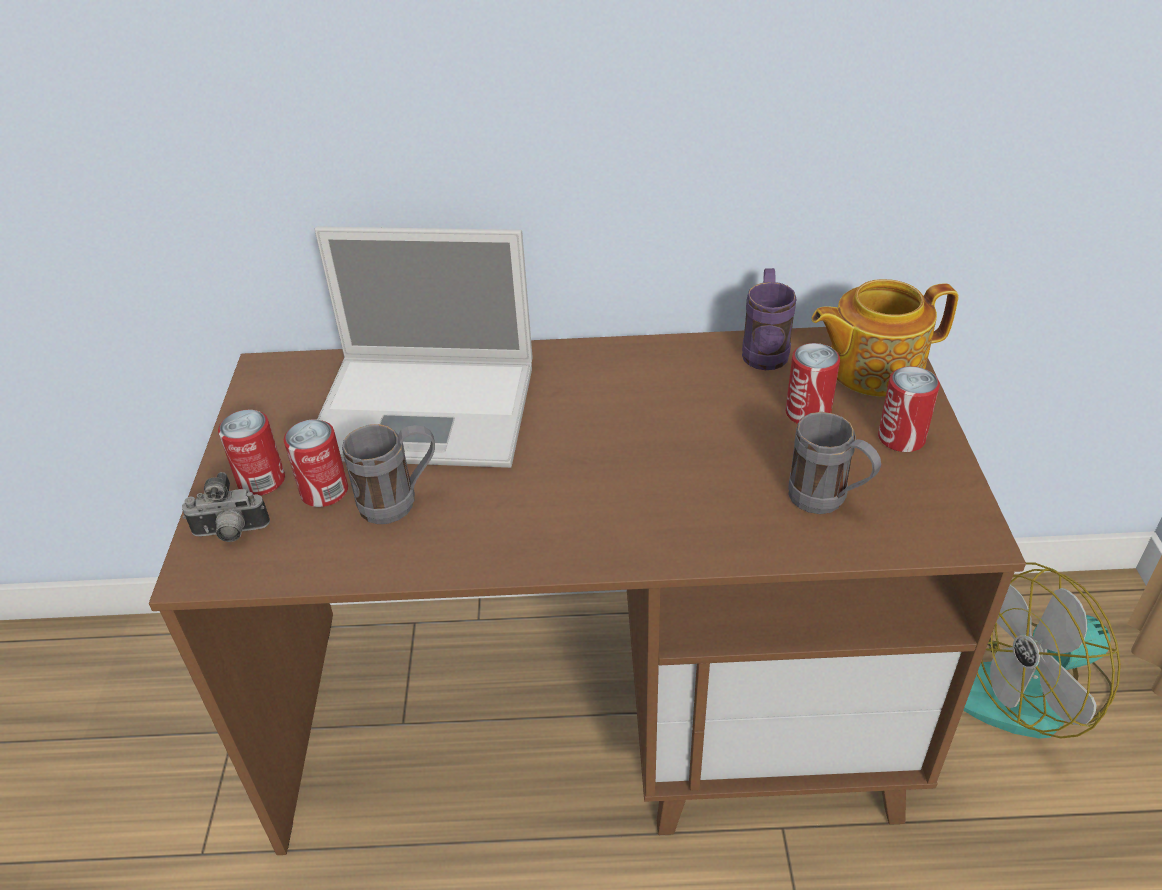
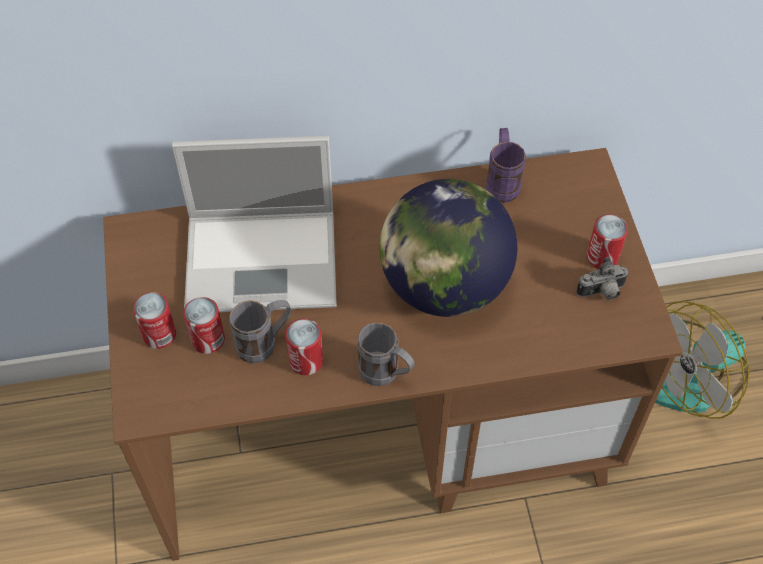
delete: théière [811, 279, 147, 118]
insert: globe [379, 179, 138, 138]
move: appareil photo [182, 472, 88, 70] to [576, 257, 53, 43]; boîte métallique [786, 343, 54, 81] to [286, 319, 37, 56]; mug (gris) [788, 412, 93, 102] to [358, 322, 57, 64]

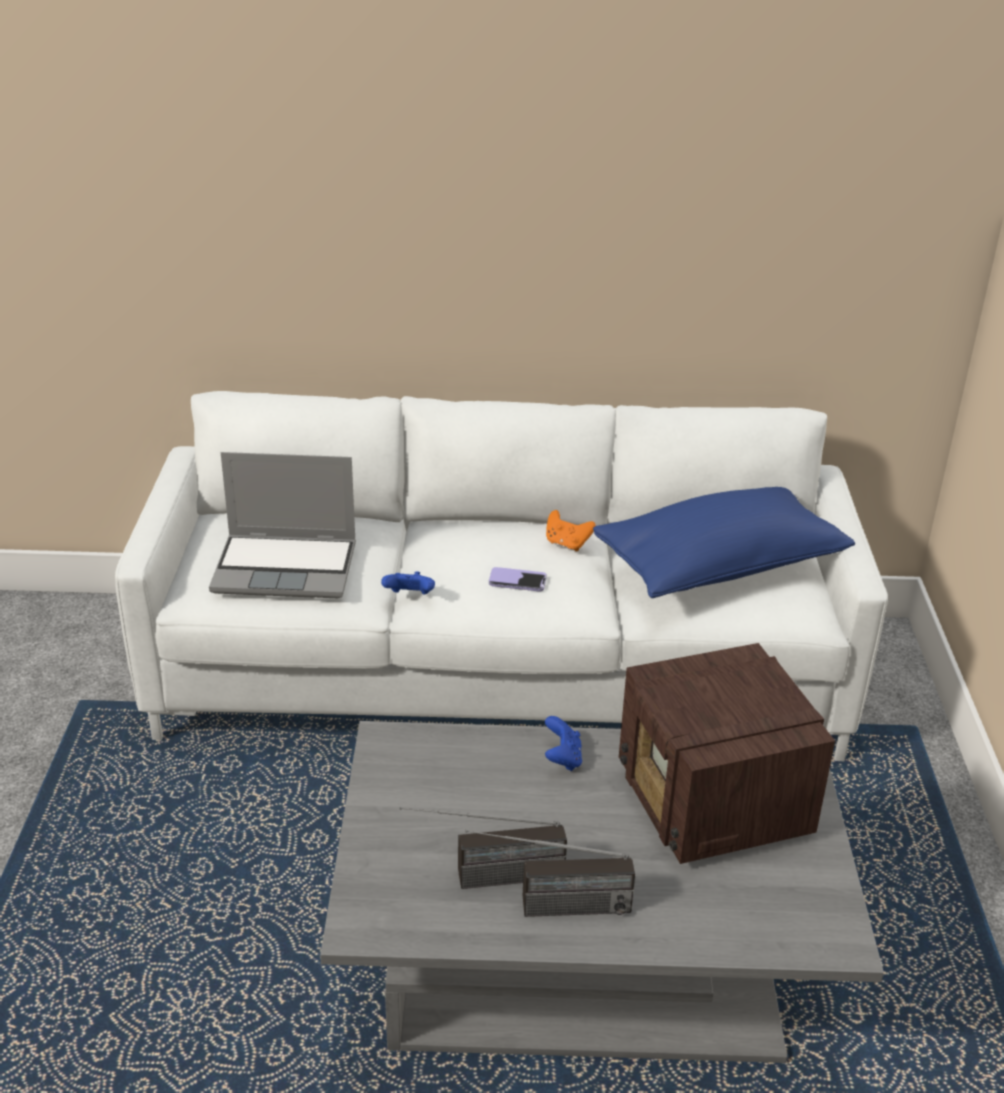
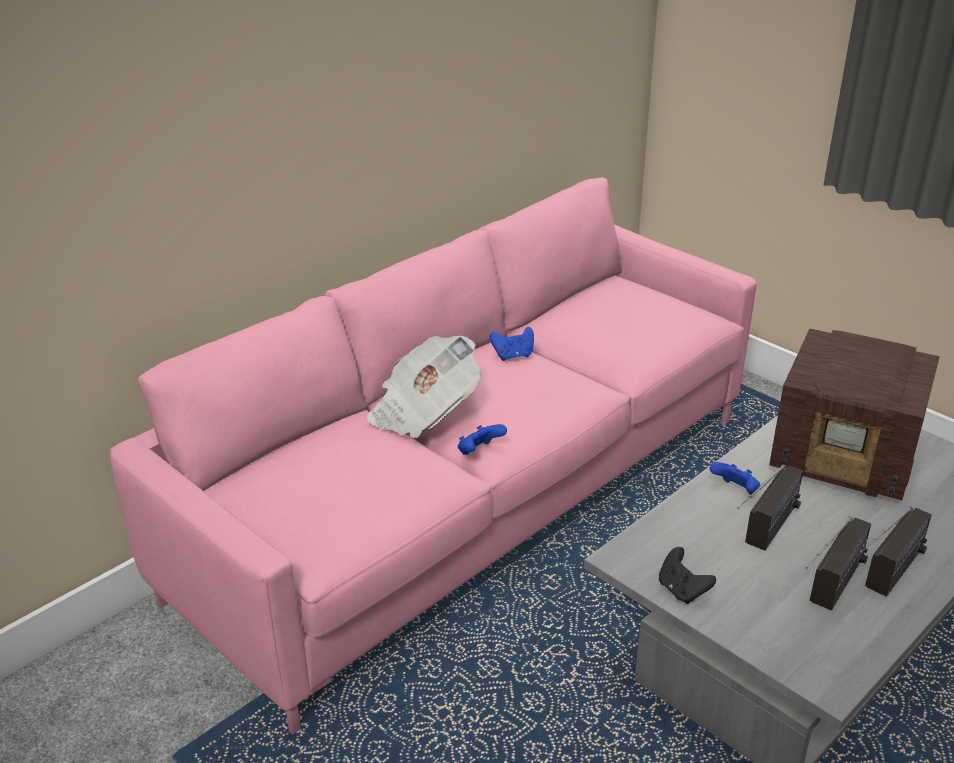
delete: ordinateur portable [209, 452, 147, 146]; téléphone [489, 567, 58, 25]; coussin (bleu) [593, 487, 262, 111]
insert: journal [367, 336, 114, 102]; manette (noir) [659, 547, 57, 57]; radio [737, 464, 66, 87]
recolor: canapé (blanc) [115, 391, 773, 370] to canapé (rose) [110, 177, 646, 558]; manette (orange) [546, 510, 50, 41] to manette (bleu) [489, 327, 45, 34]

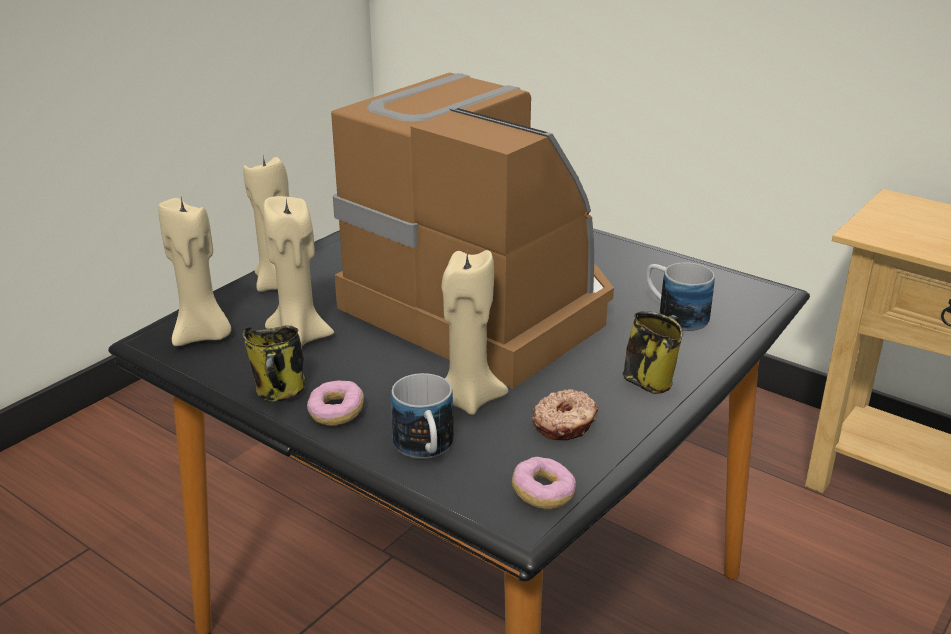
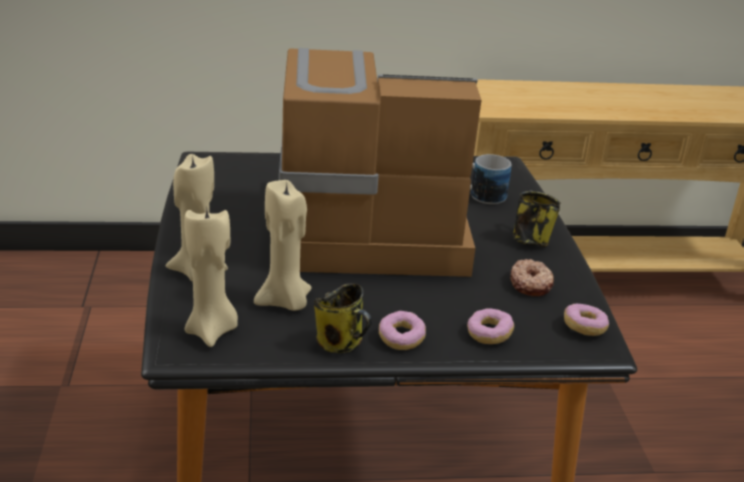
delete: bougie (beige) [441, 250, 67, 165]
replace: mug [391, 373, 63, 86] to beignet [467, 309, 47, 35]

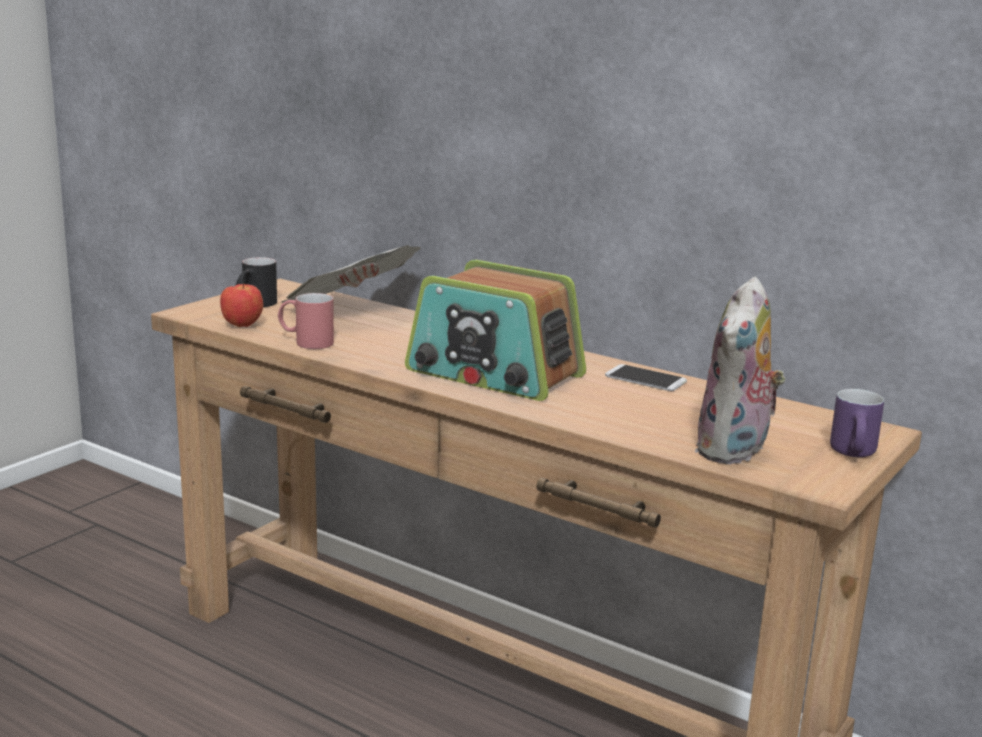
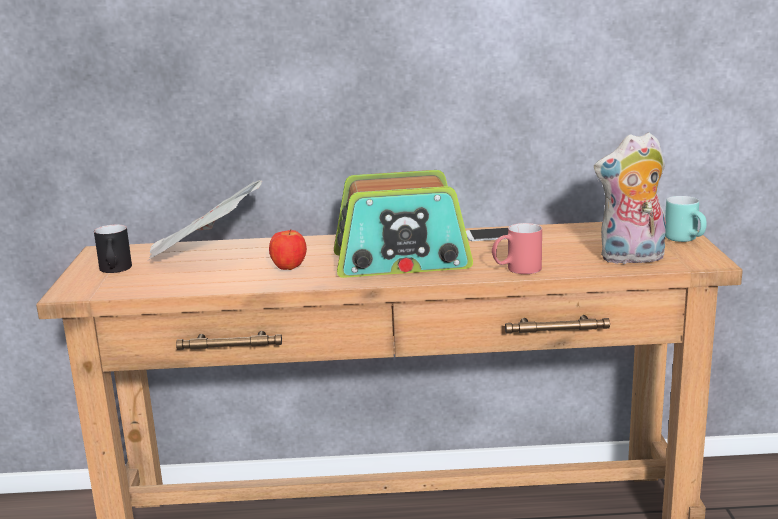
move: pomme [220, 283, 43, 44] to [269, 229, 38, 41]; mug (rouge) [278, 293, 56, 56] to [492, 223, 50, 51]
recolor: mug (violet) [830, 389, 54, 68] to mug (turquoise) [665, 196, 42, 46]
rotate: peluche [695, 277, 90, 188] = [594, 132, 72, 132] 90 degrees clockwise

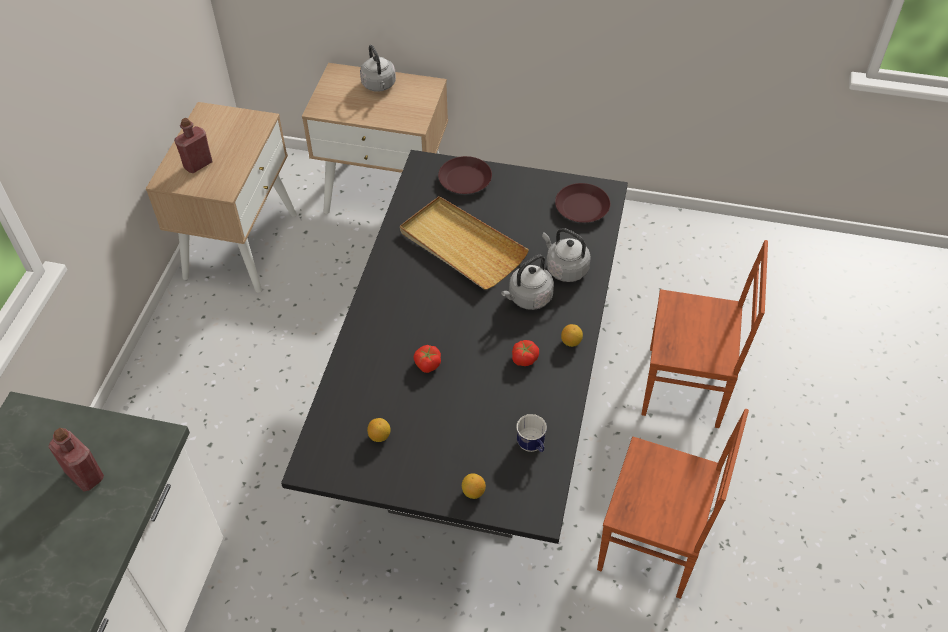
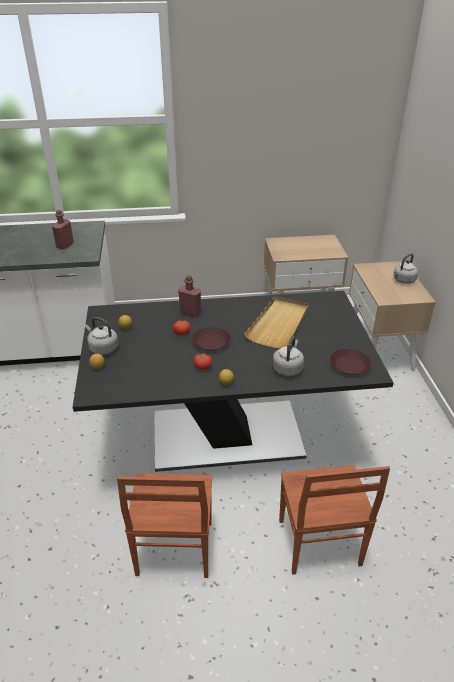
delete: mug [516, 414, 31, 38]
move: bouteille (rouge) [174, 118, 38, 55] to [178, 275, 23, 42]; assiette (marron) [438, 156, 54, 38] to [192, 327, 39, 24]; bouilloire (gris) [501, 255, 53, 55] to [85, 317, 33, 38]

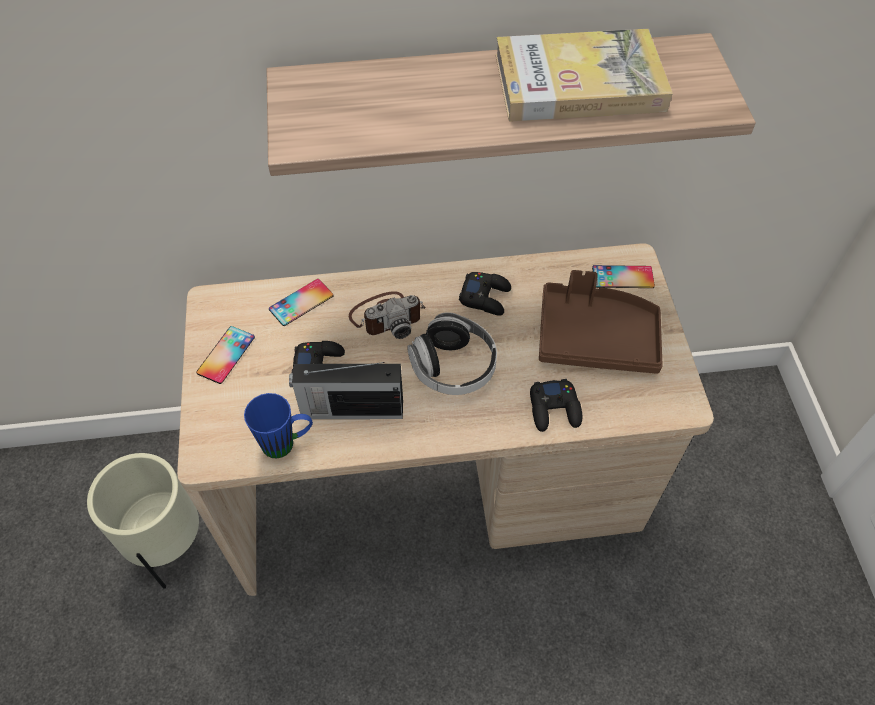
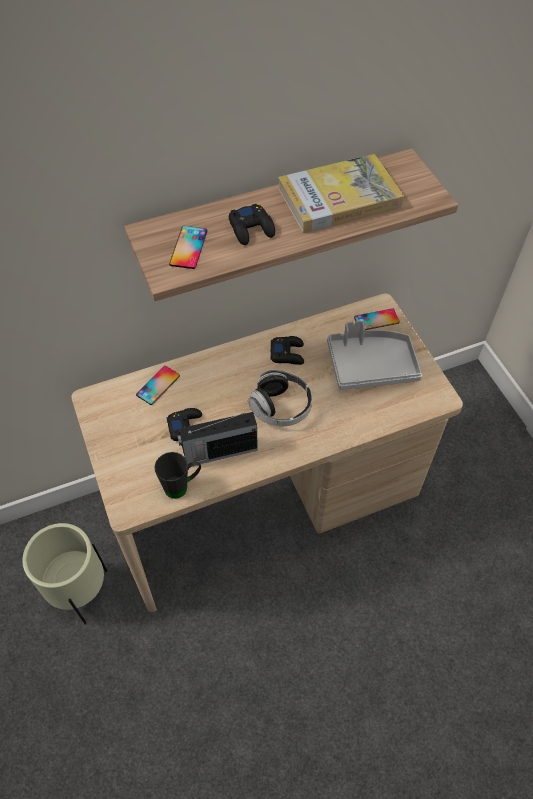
delete: appareil photo [349, 291, 76, 48]
move: téléphone [196, 326, 59, 58] to [169, 226, 38, 43]; manette (noir) [530, 379, 52, 53] to [229, 204, 46, 41]
recolor: mug (bleu) [244, 393, 69, 65] to mug (noir) [155, 452, 46, 47]; plateau (marron) [539, 270, 124, 104] to plateau (gris) [327, 321, 95, 69]

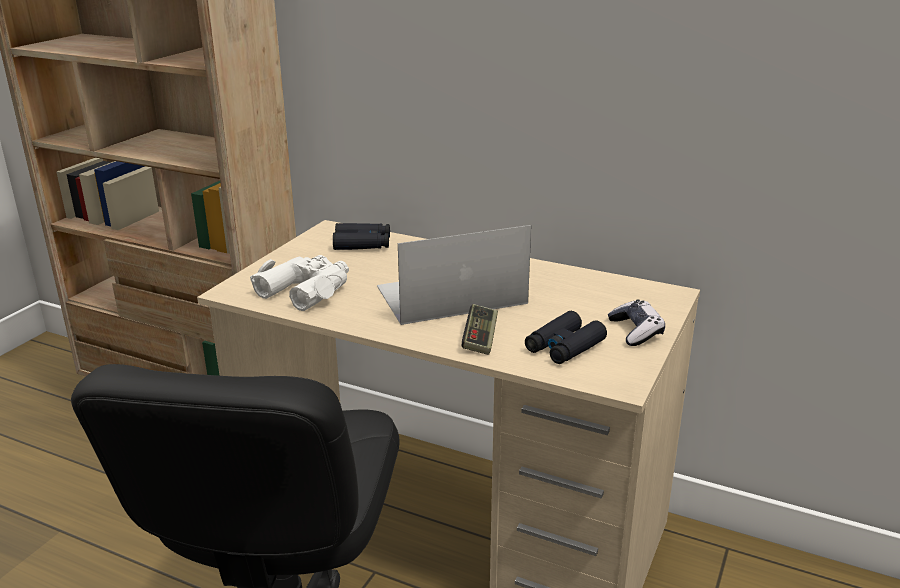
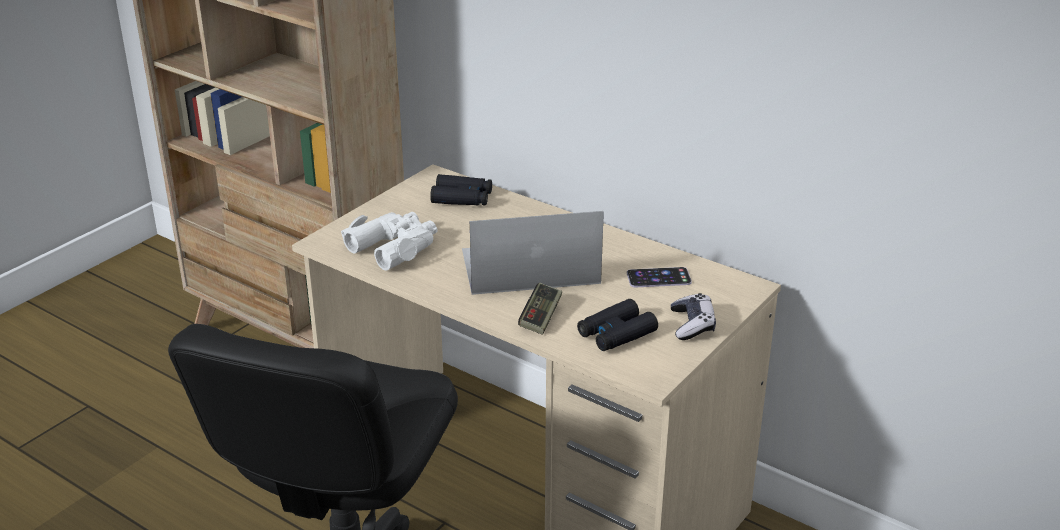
insert: téléphone [627, 267, 65, 21]

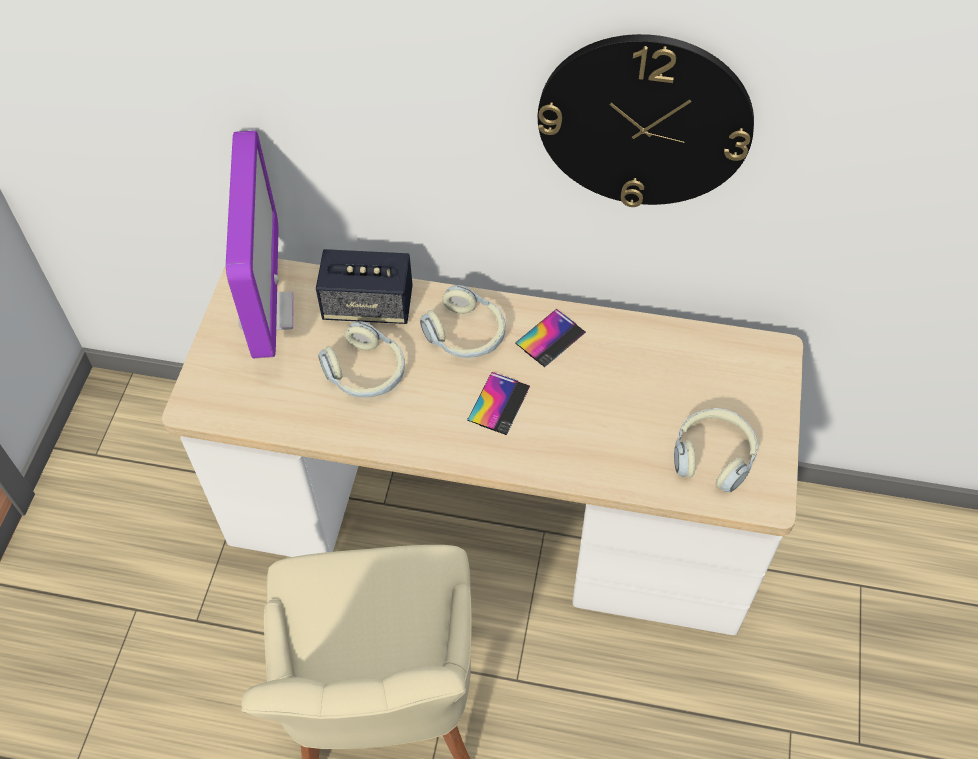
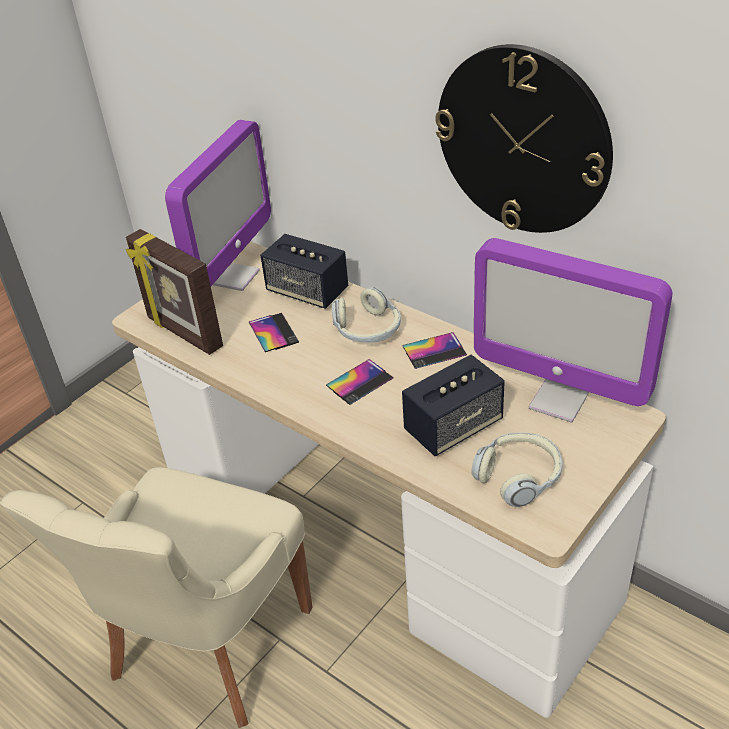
insert: cadre photo [126, 229, 97, 126]; enceinte [402, 355, 103, 101]; écran d'ordinateur [474, 238, 198, 184]
replace: casque audio [318, 321, 87, 77] to téléphone [249, 313, 50, 39]

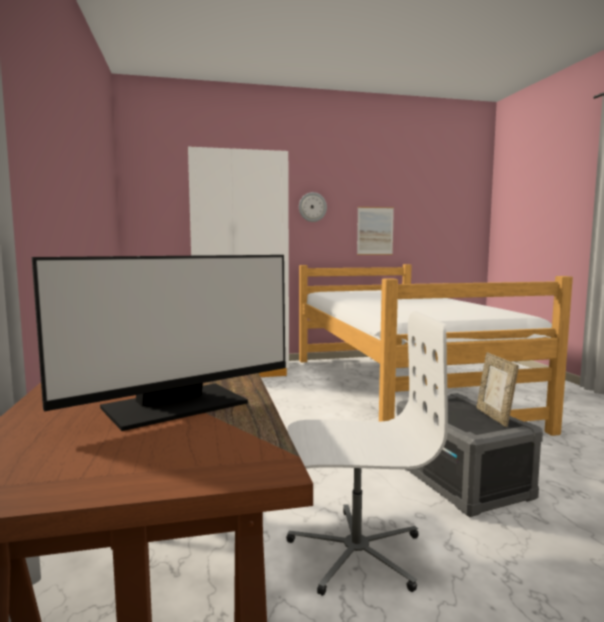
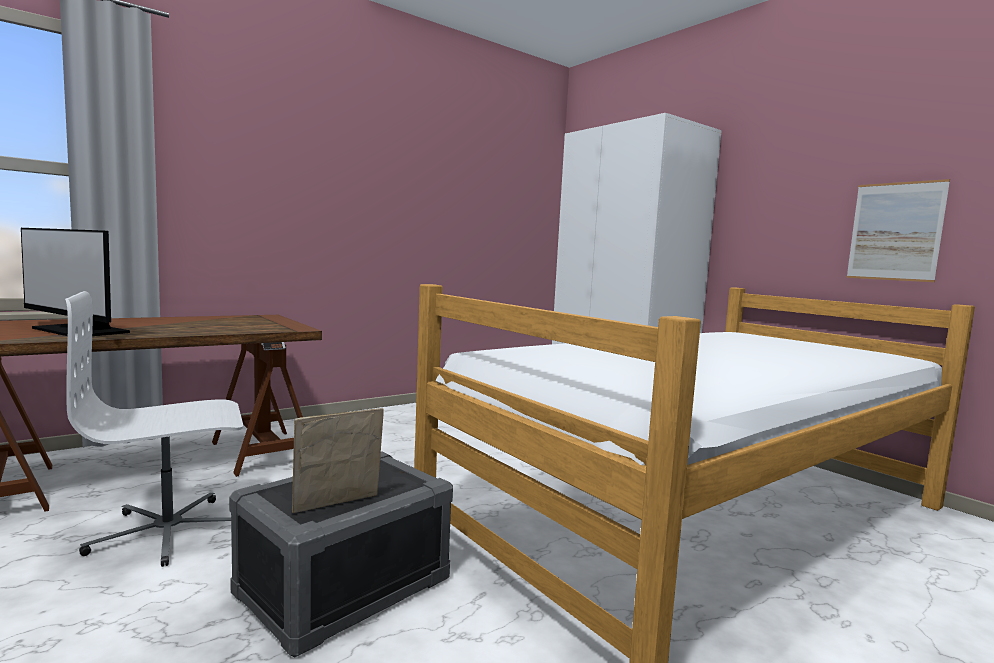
delete: horloge murale [299, 192, 28, 30]
rotate: chaise de bureau (blanc) [287, 311, 161, 285] = [65, 291, 178, 276] 90 degrees clockwise

